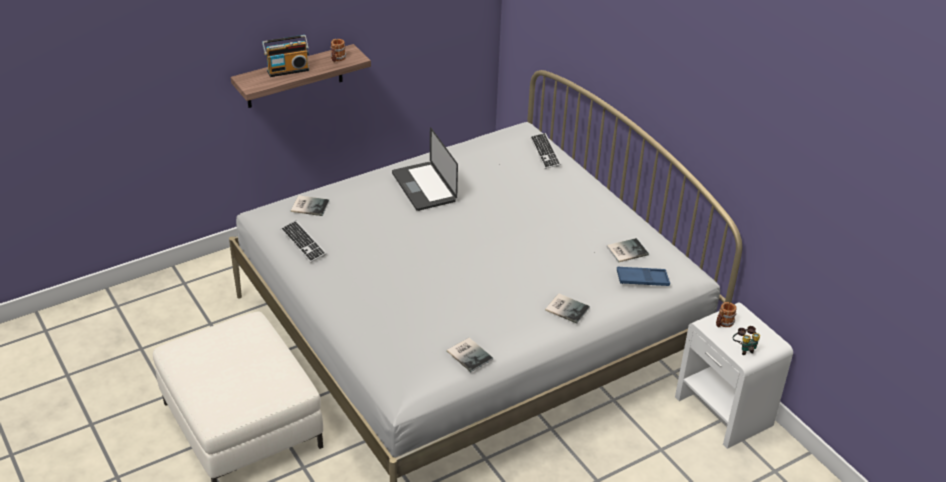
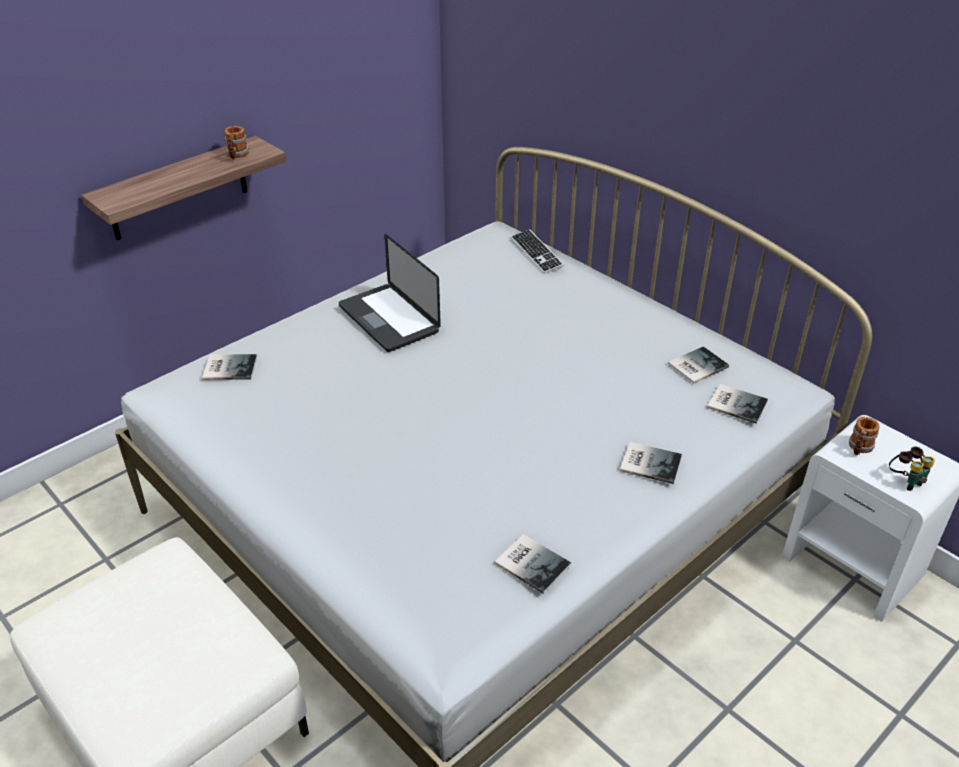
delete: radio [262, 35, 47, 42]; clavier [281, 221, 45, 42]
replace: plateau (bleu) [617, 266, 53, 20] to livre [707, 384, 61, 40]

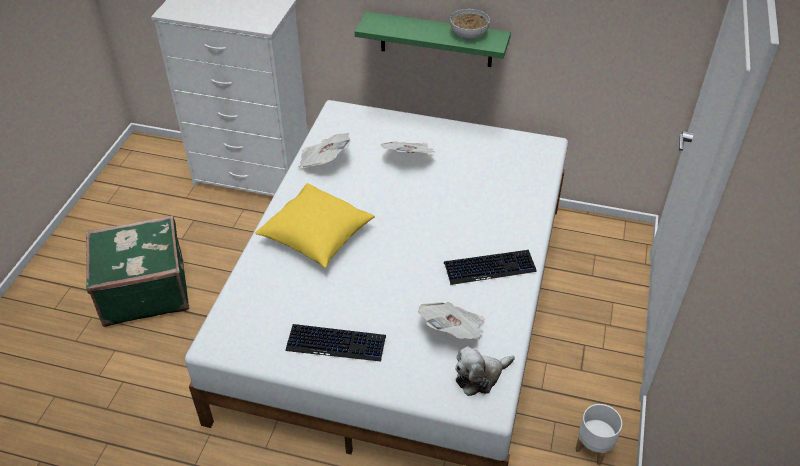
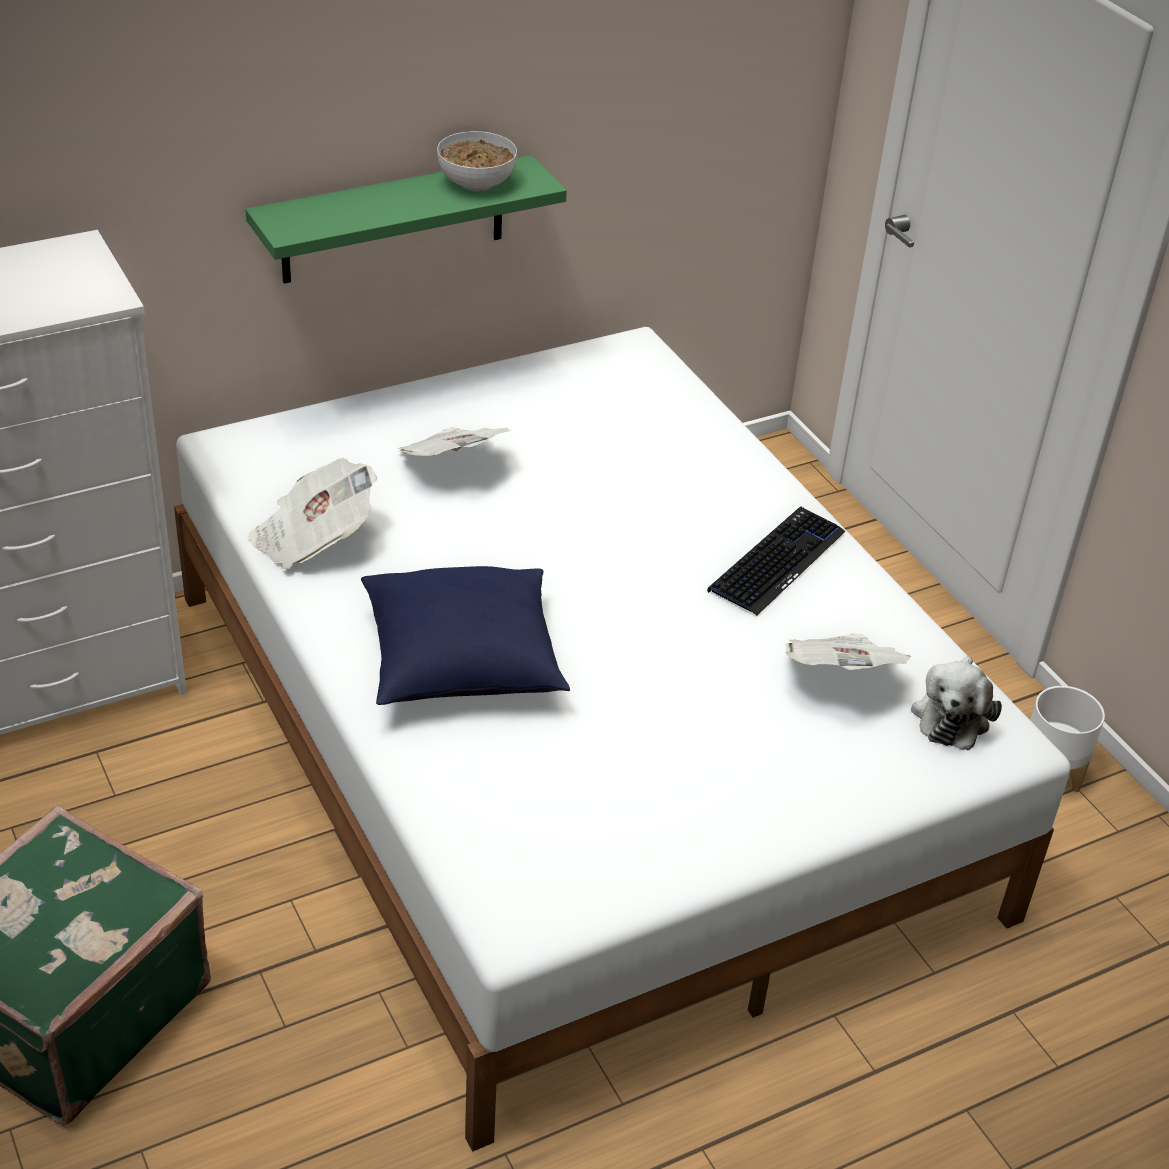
delete: clavier [286, 324, 100, 37]
recolor: coussin (jaune) [255, 183, 120, 85] to coussin (bleu) [361, 566, 209, 139]

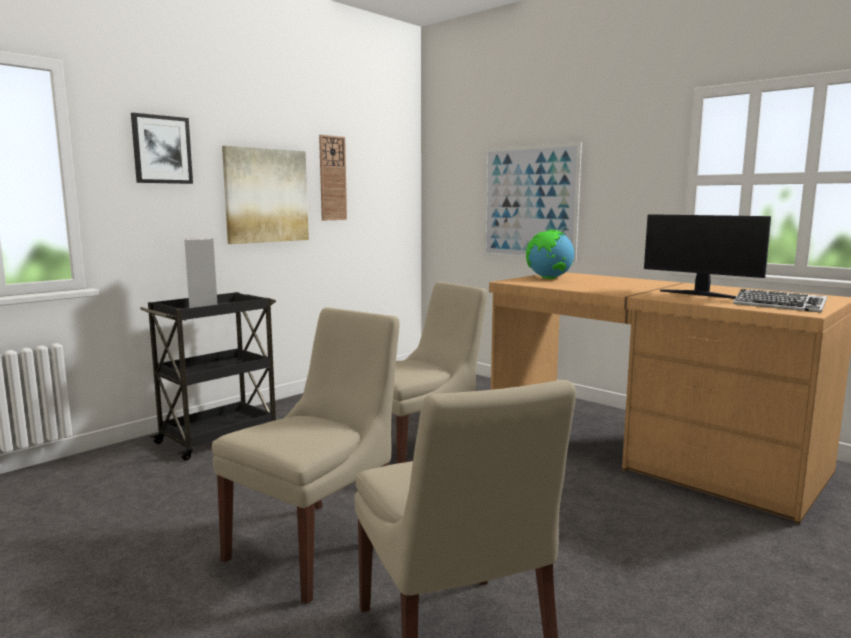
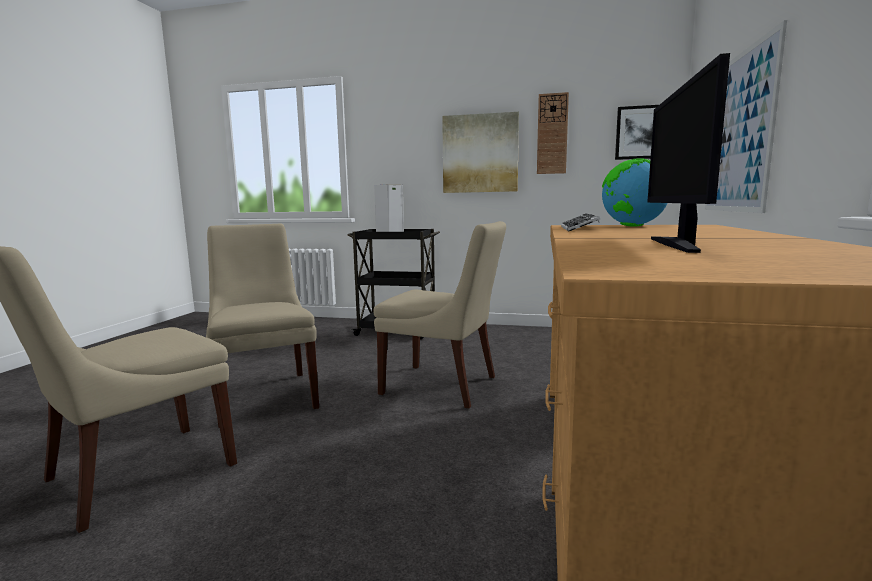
move: tableau [131, 113, 62, 71] to [615, 105, 44, 55]; clavier [733, 289, 94, 24] to [561, 214, 39, 17]
rotate: chaise (beige) [212, 307, 188, 297] = [206, 224, 113, 204] 120 degrees counterclockwise

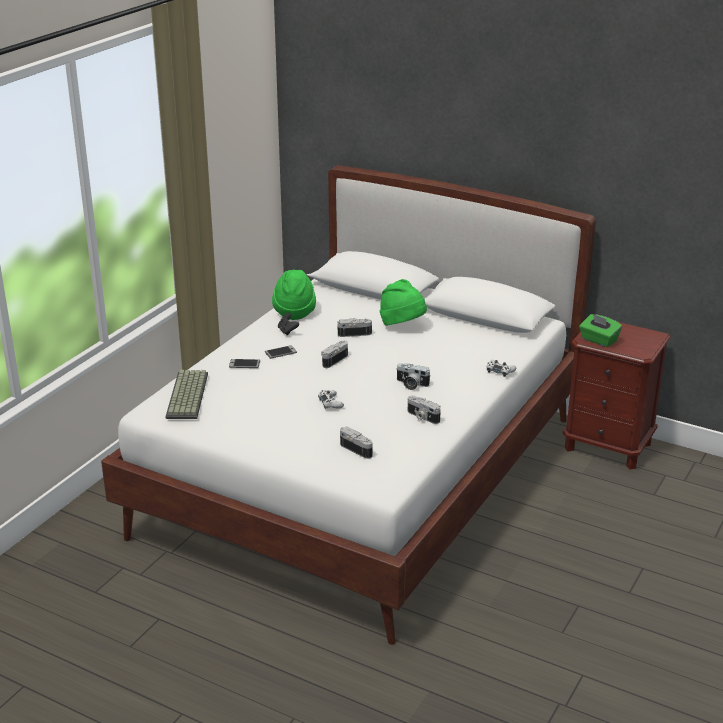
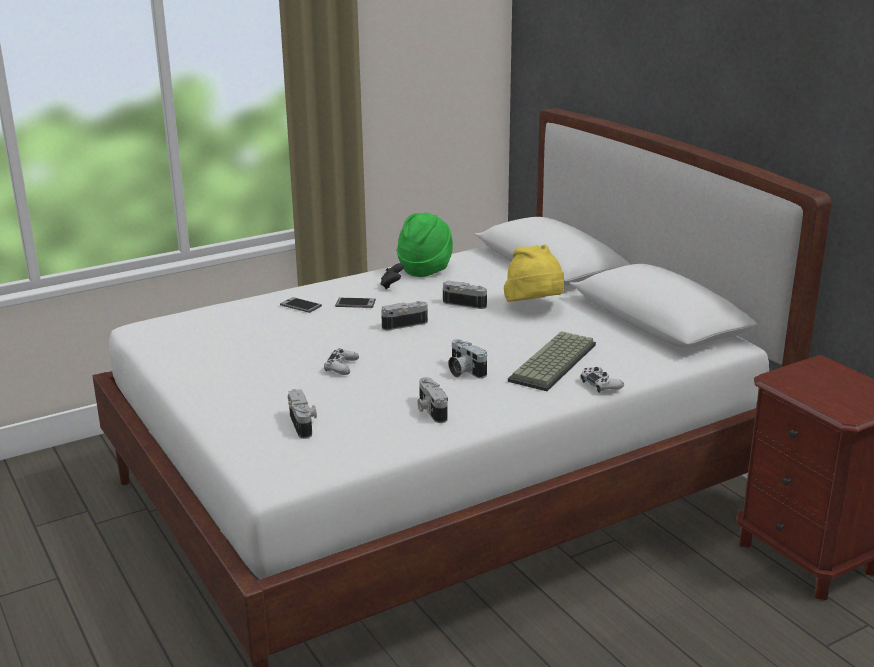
delete: boîte à mouchoirs (vert) [579, 314, 43, 33]
move: clavier [165, 370, 43, 49] to [508, 331, 88, 60]
recolor: chapeau (vert) [380, 279, 47, 47] to chapeau (jaune) [504, 244, 60, 58]

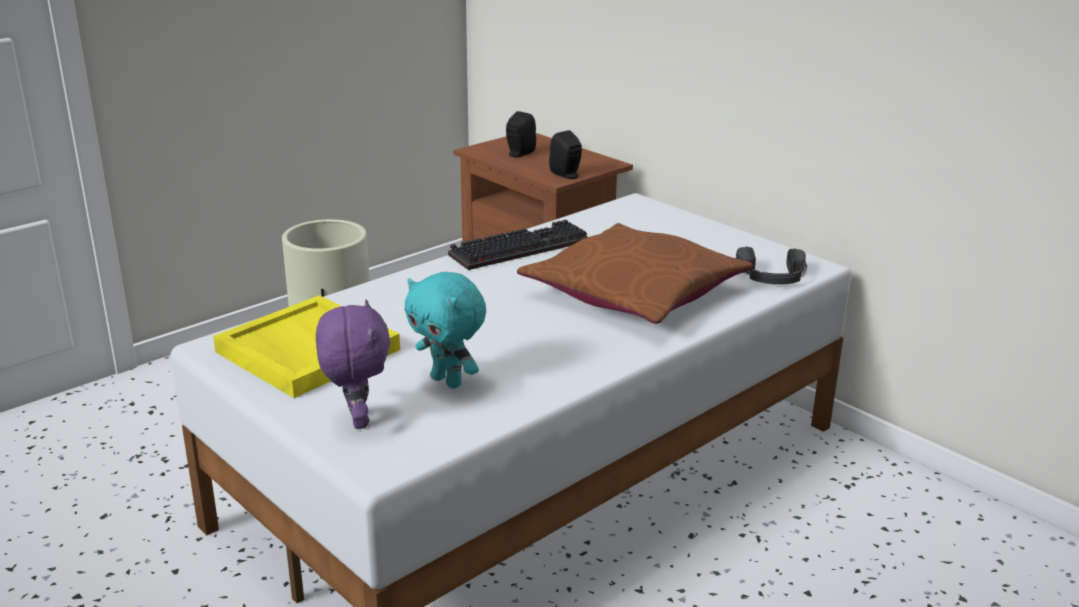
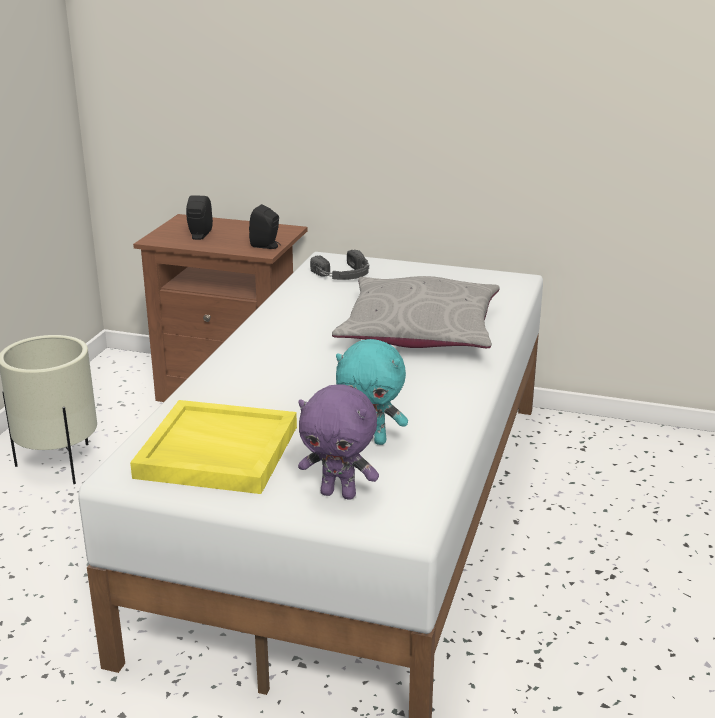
delete: clavier [448, 220, 140, 50]
move: casque audio (noir) [736, 247, 71, 38] to [310, 250, 59, 30]
recolor: coussin (marron) [517, 223, 236, 101] to coussin (gris) [332, 276, 167, 72]
rotate: peluche (violet) [316, 299, 74, 130] = [298, 384, 81, 116] 150 degrees clockwise

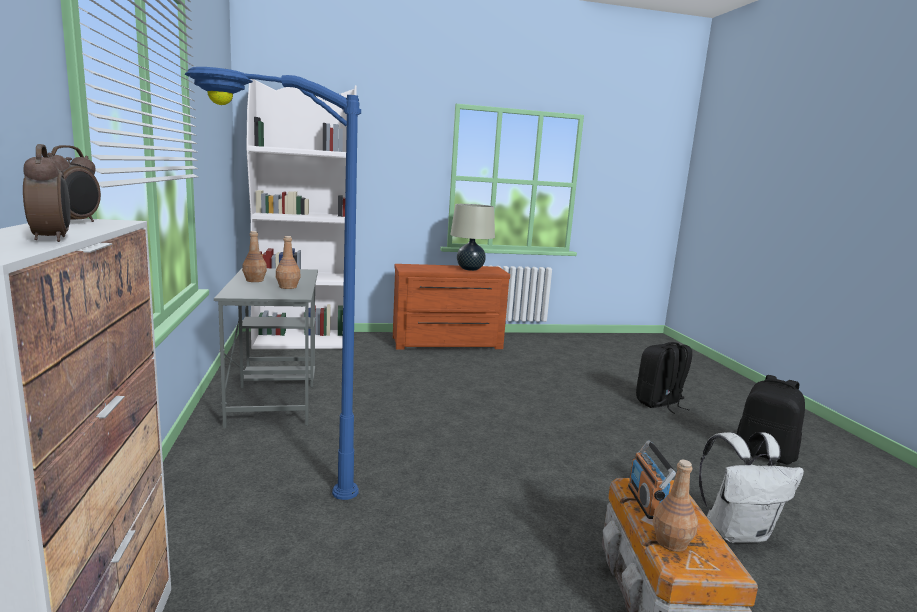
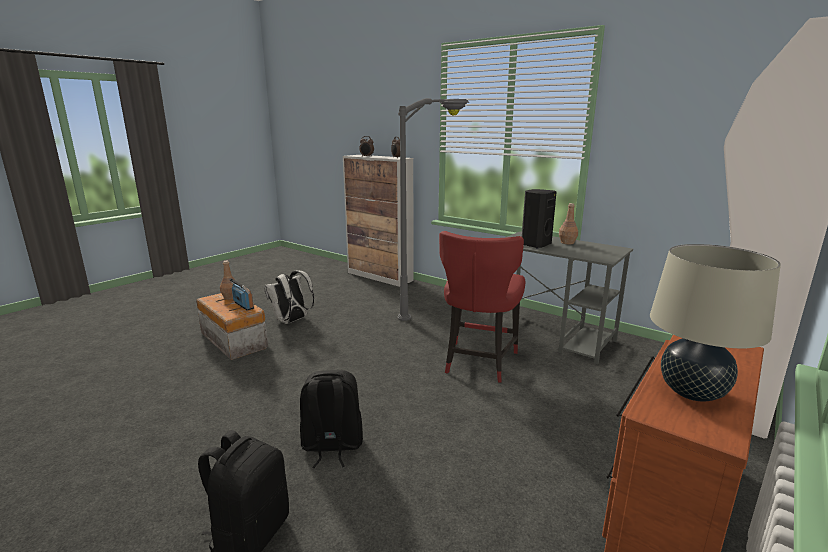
insert: chaise (rouge) [439, 231, 86, 152]
move: sac à dos (blanc) [699, 432, 105, 111] to [264, 270, 50, 54]; sac à dos (noir) [737, 375, 68, 90] to [300, 370, 63, 98]
replace: bouteille (marron) [276, 236, 25, 53] to enceinte (noir) [522, 189, 35, 59]
recolor: lampadaire (bleu) [184, 67, 177, 433] to lampadaire (gris) [397, 98, 72, 223]

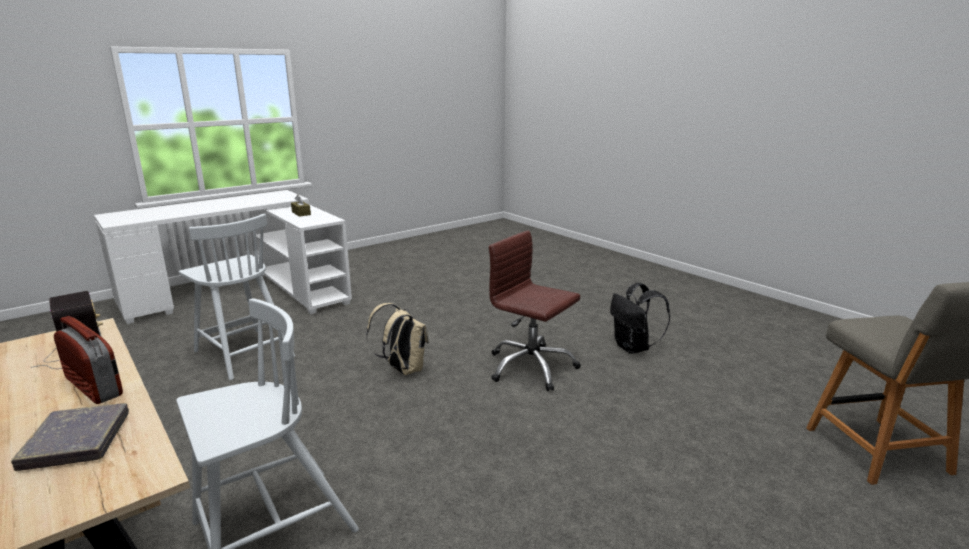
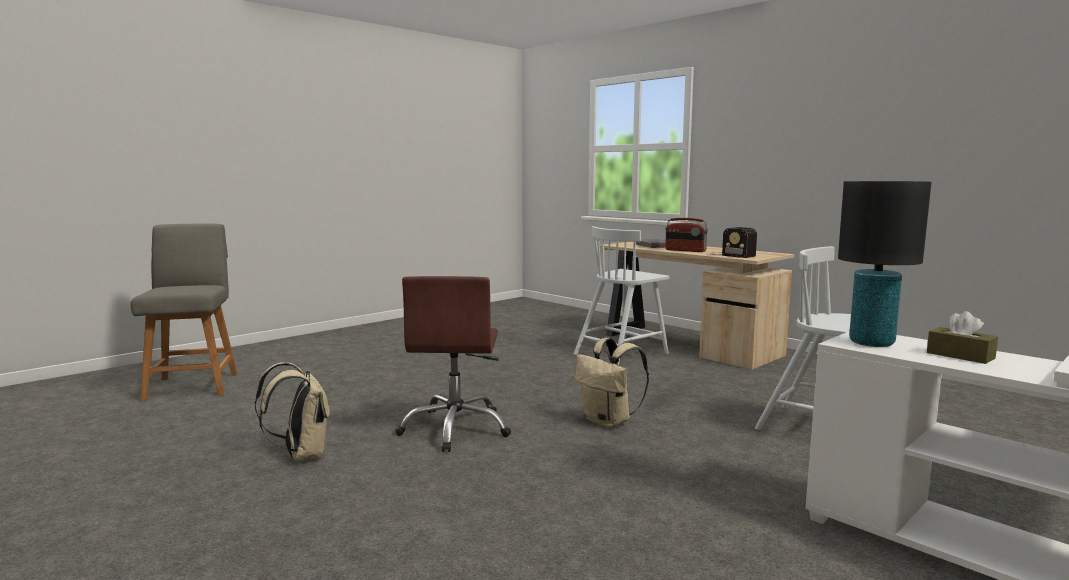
insert: lampe de table (noir) [838, 181, 94, 166]
recolor: sac à dos (noir) [610, 283, 60, 71] to sac à dos (beige) [254, 362, 76, 98]
rotate: chaise de bureau (marron) [489, 230, 92, 161] = [395, 276, 116, 176] 60 degrees clockwise

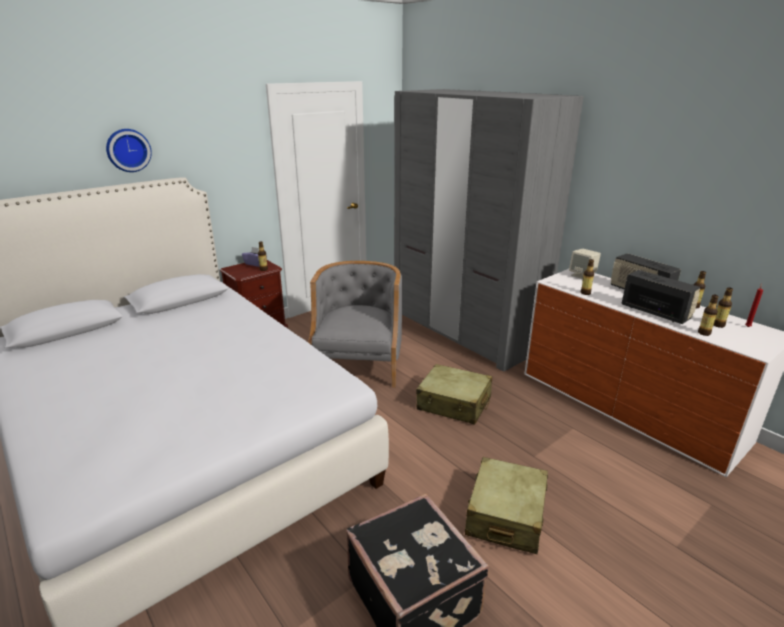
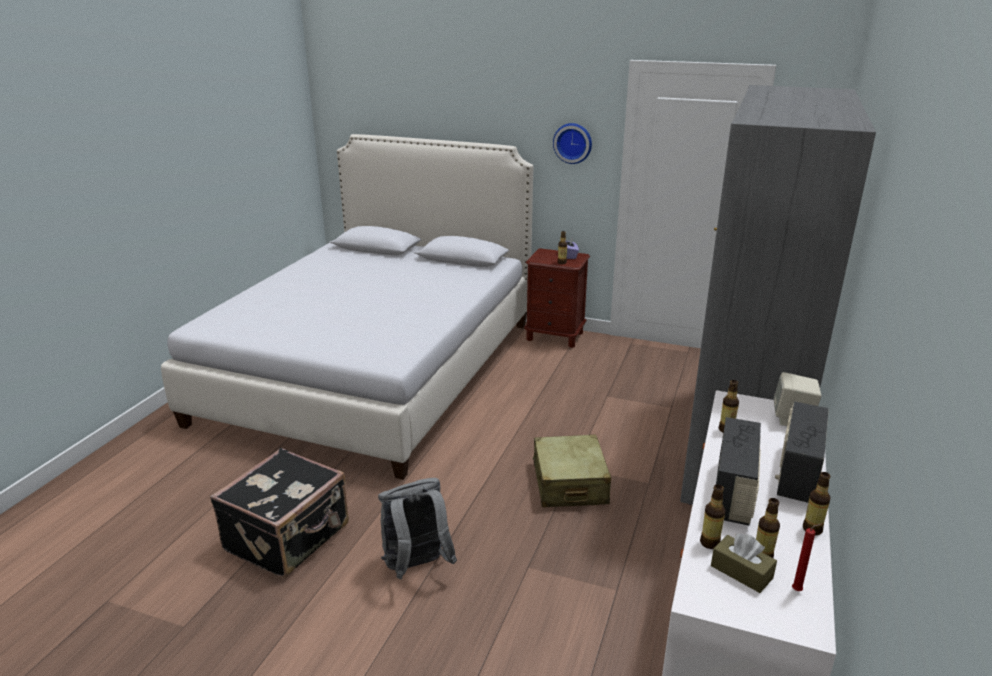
delete: fauteuil (gris) [308, 261, 95, 127]
insert: boîte à mouchoirs (marron) [711, 533, 66, 60]
move: horloge murale [106, 129, 46, 43] to [553, 123, 39, 41]
replace: valise (beige) [465, 457, 83, 97] to sac à dos (gris) [378, 478, 79, 101]

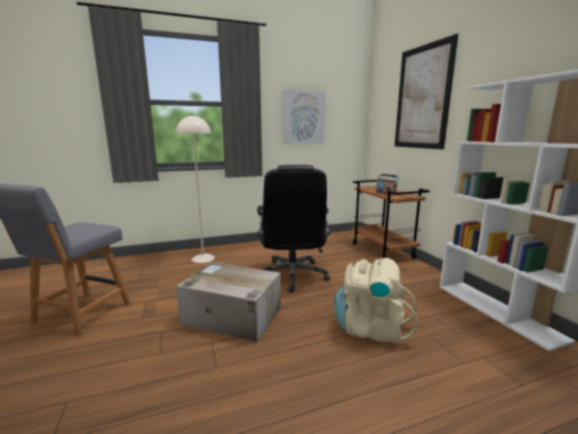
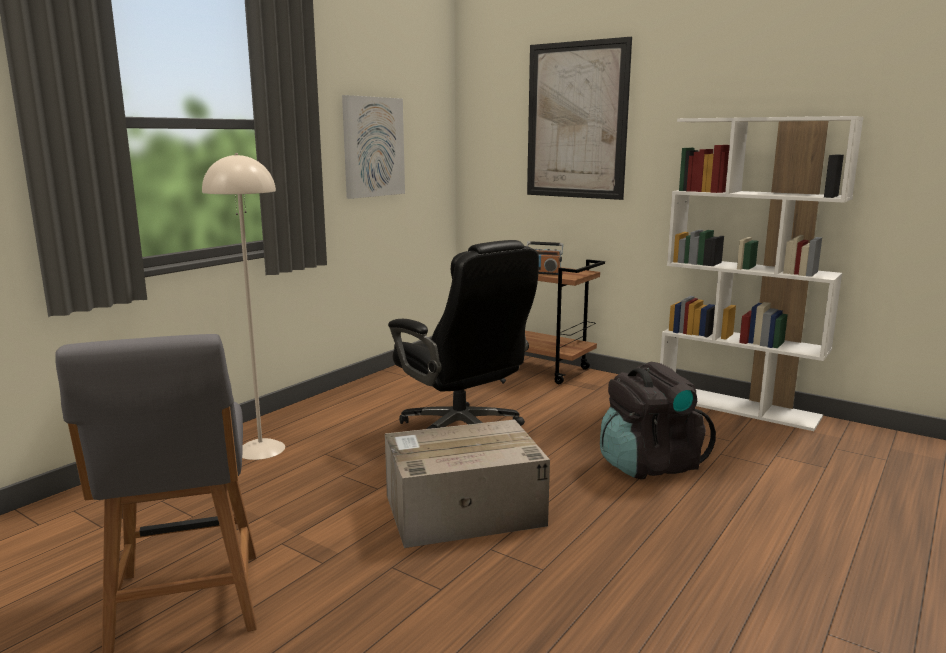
recolor: sac à dos (beige) [334, 258, 84, 86] to sac à dos (noir) [600, 362, 116, 118]

